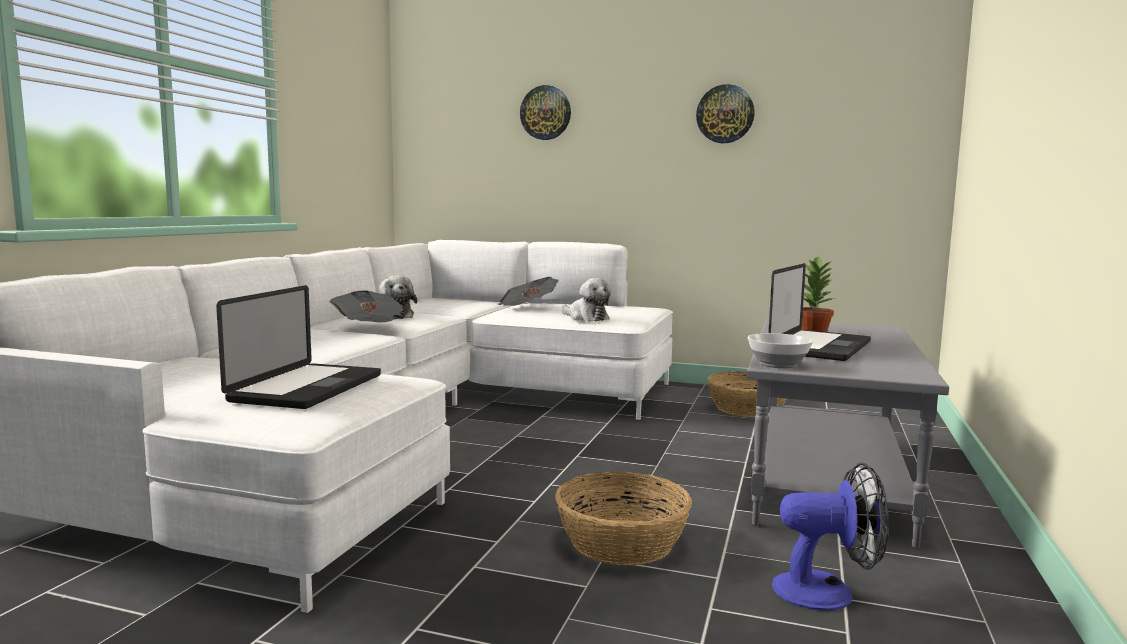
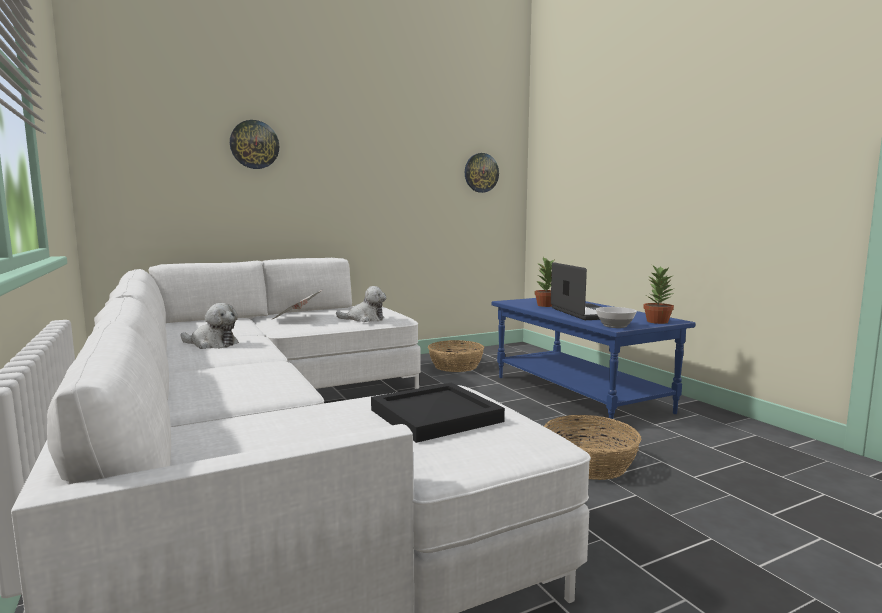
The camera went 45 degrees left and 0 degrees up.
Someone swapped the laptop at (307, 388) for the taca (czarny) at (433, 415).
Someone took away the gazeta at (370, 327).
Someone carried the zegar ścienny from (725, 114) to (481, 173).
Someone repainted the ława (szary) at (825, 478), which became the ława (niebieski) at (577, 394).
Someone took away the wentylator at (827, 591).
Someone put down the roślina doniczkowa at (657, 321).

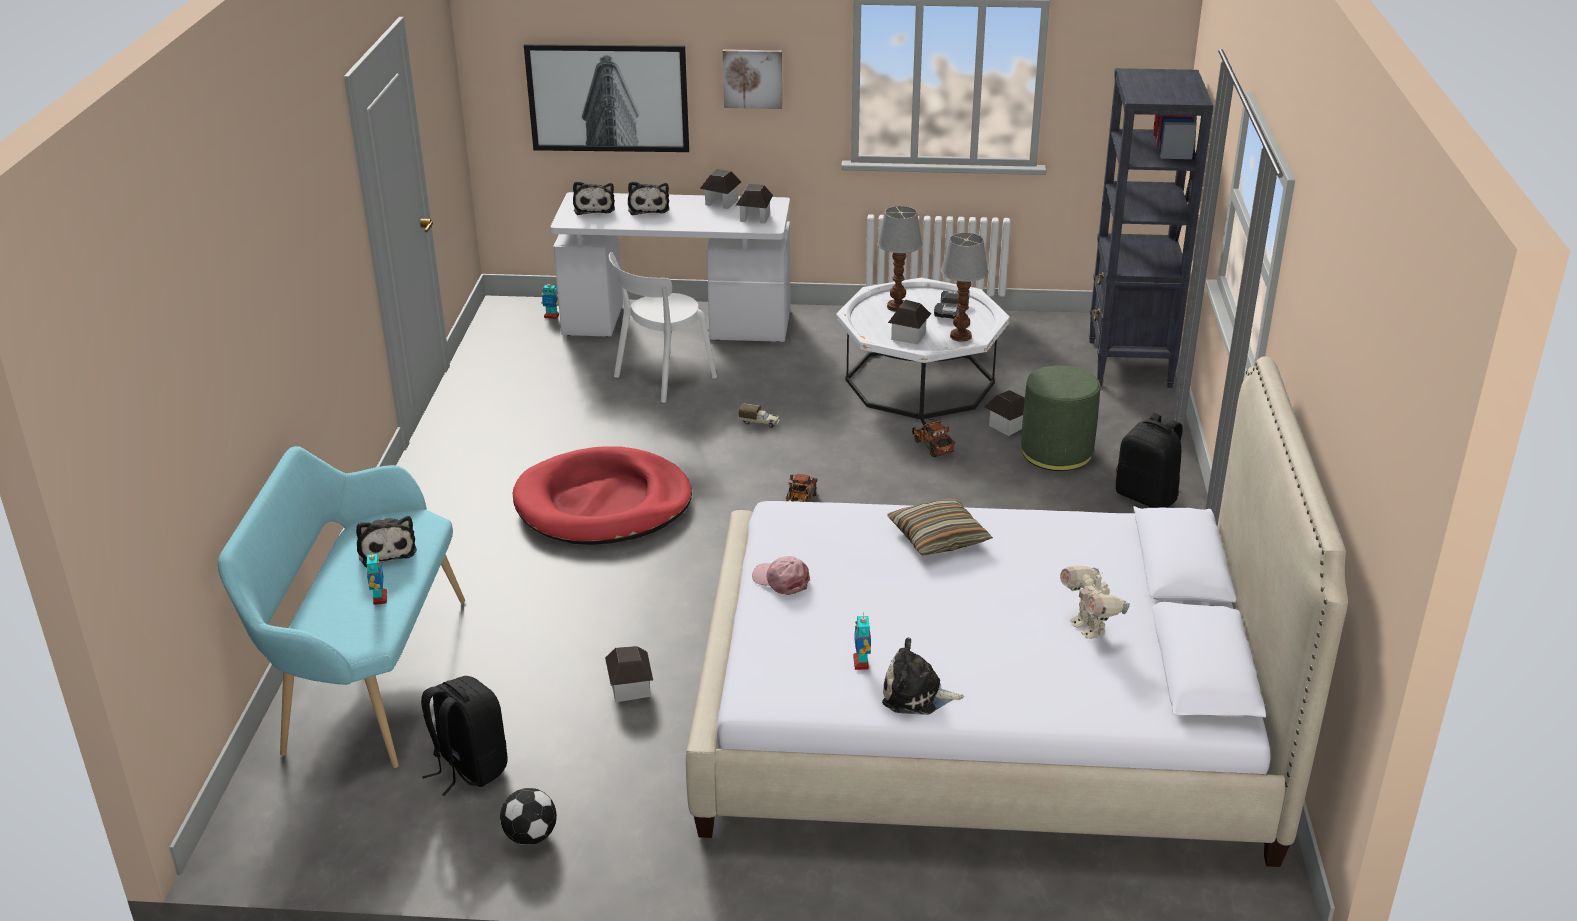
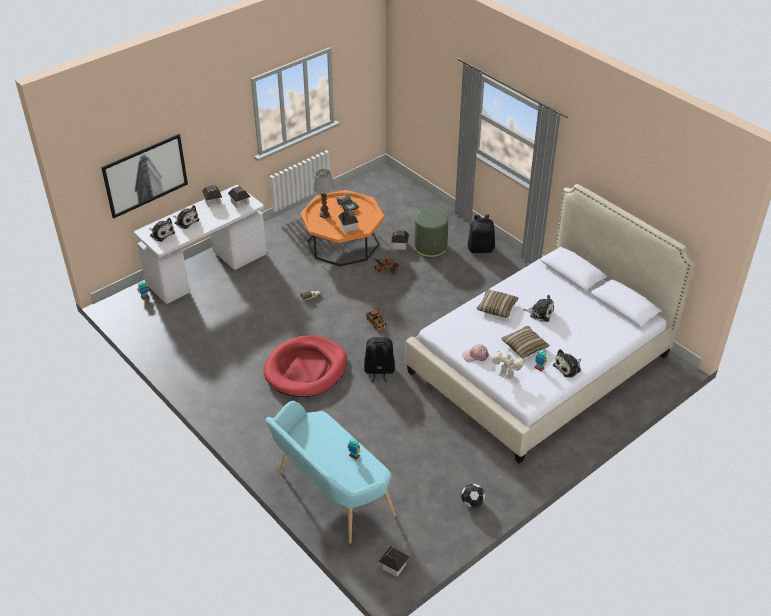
The camera went 45 degrees left and 10 degrees up.
Someone carried the pluszak from (386, 549) to (540, 313).
Someone carried the plecak (czarny) from (468, 768) to (379, 371).
Someone carried the domek from (630, 688) to (394, 566).
Someone took away the krzesło (biały) at (661, 378).
Someone took away the obraz at (752, 78).
Someone repainted the ława (biały) at (919, 381), which became the ława (pomarańczowy) at (343, 243).
Someone took away the lampa stołowa at (961, 336).
Someone carried the robot zabawkowy from (1089, 628) to (506, 374).
Someone took away the regał (czarny) at (1129, 364).
Someone put down the poduszka at (524, 346).

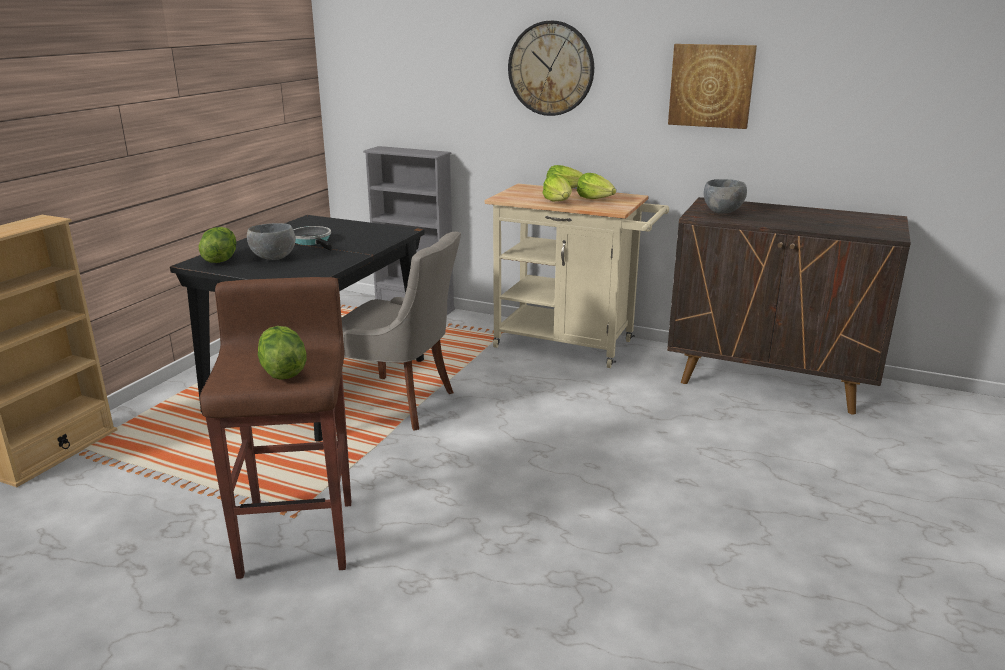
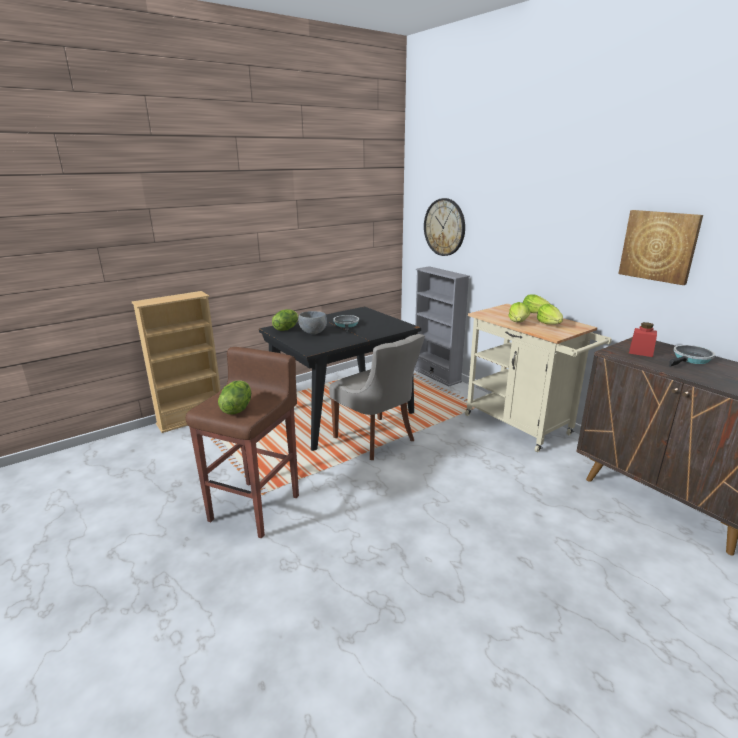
The camera went 30 degrees right and 0 degrees up.
Someone carried the zegar ścienny from (551, 68) to (444, 227).
Someone swapped the miska (szary) at (723, 212) for the słoik (czerwony) at (641, 352).
Someone put down the patelnia at (690, 359).

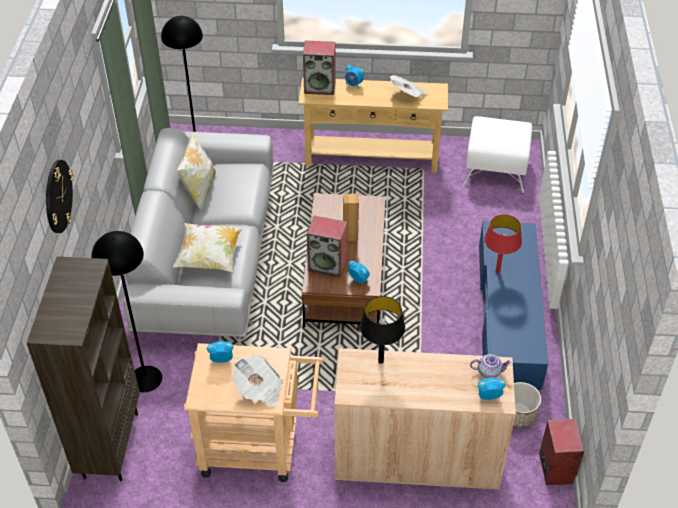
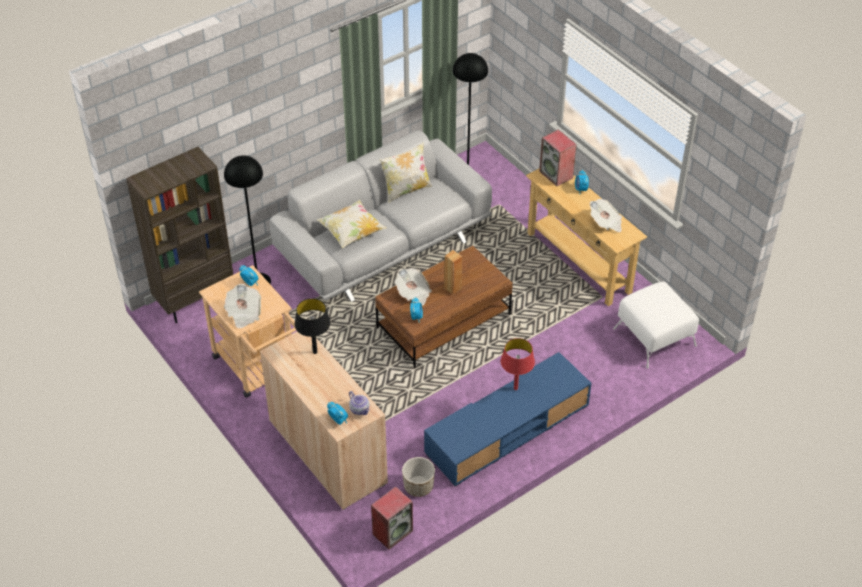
The camera went 50 degrees right and 0 degrees up.
Someone took away the zegar ścienny at (58, 196).
Someone swapped the głośnik at (328, 264) for the gazeta at (413, 293).

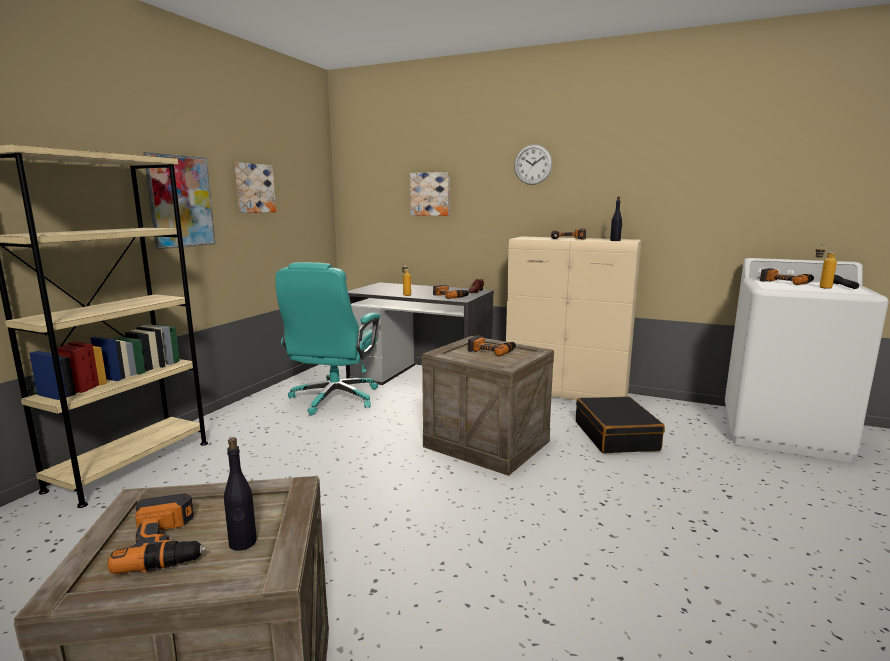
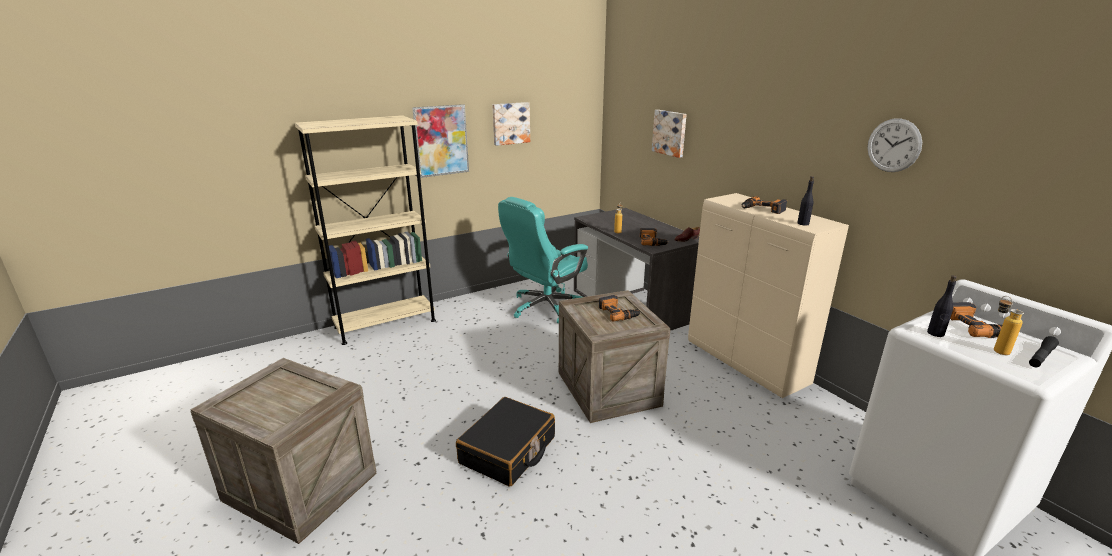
The camera went 35 degrees right and 10 degrees up.
Someone took away the wiertarka at (168, 543).
Someone carried the butelka (czarny) from (242, 543) to (935, 333).
Someone carried the zegar ścienny from (533, 164) to (893, 145).
Someone carried the walizka (czarny) from (616, 436) to (508, 451).

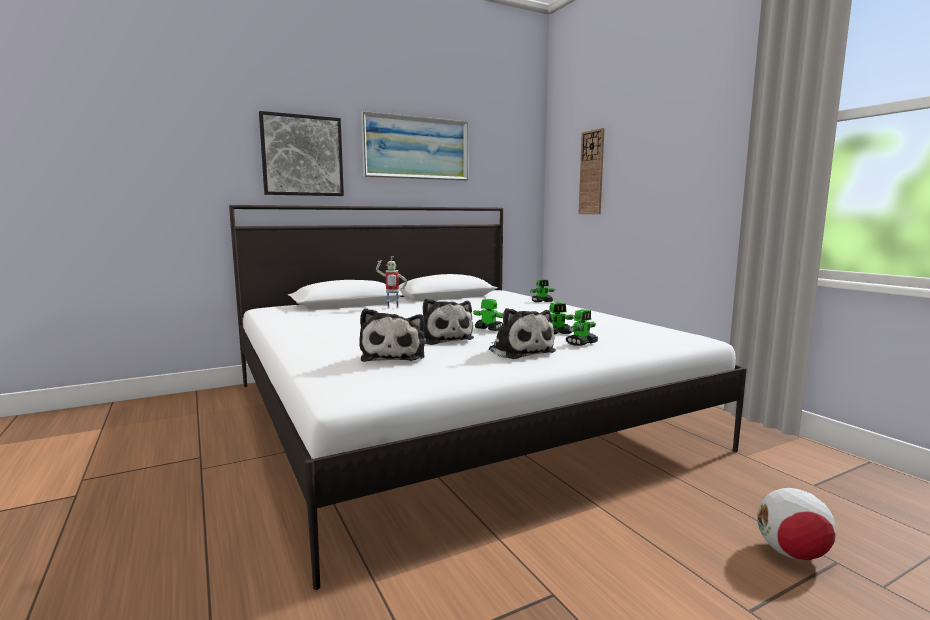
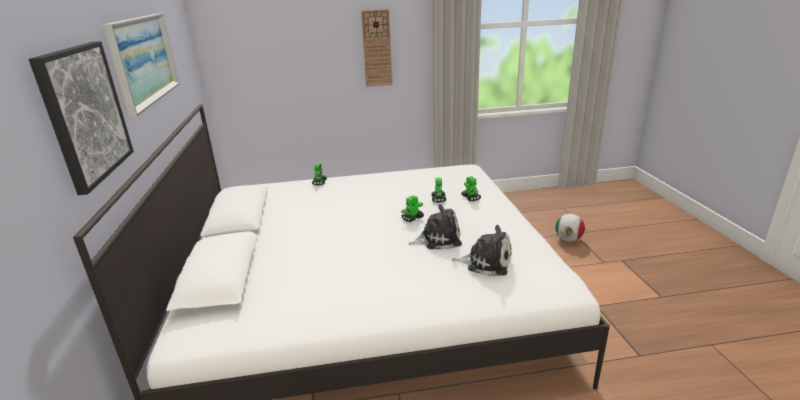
The camera went 70 degrees left and 15 degrees up.
Someone took away the robot zabawkowy at (392, 308).
Someone took away the pluszak at (519, 351).
Someone carried the zegar ścienny from (591, 172) to (377, 48).

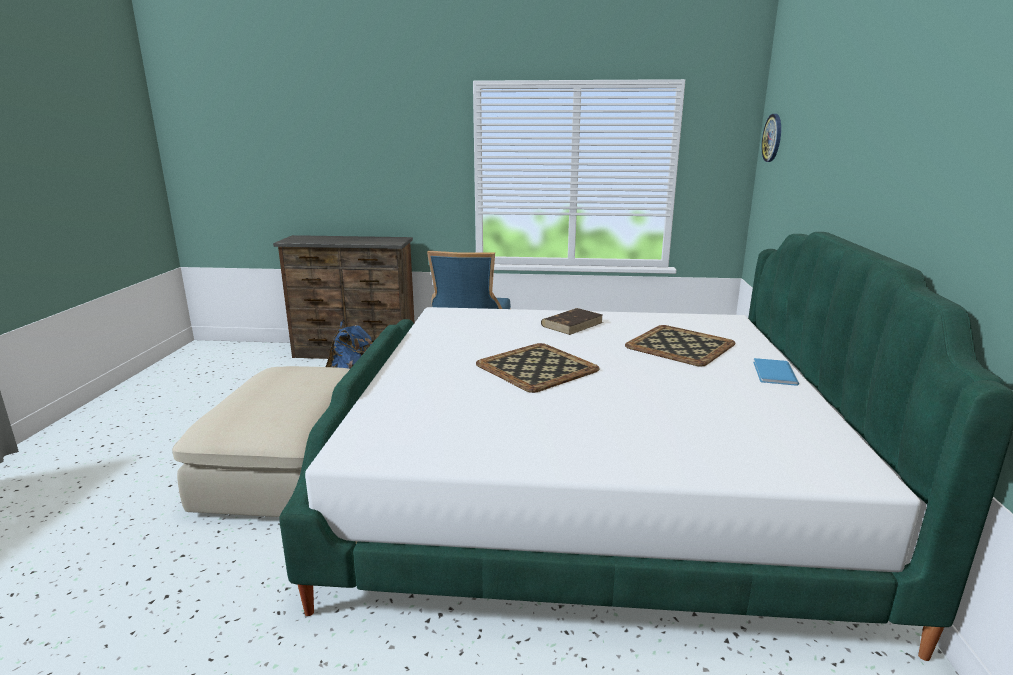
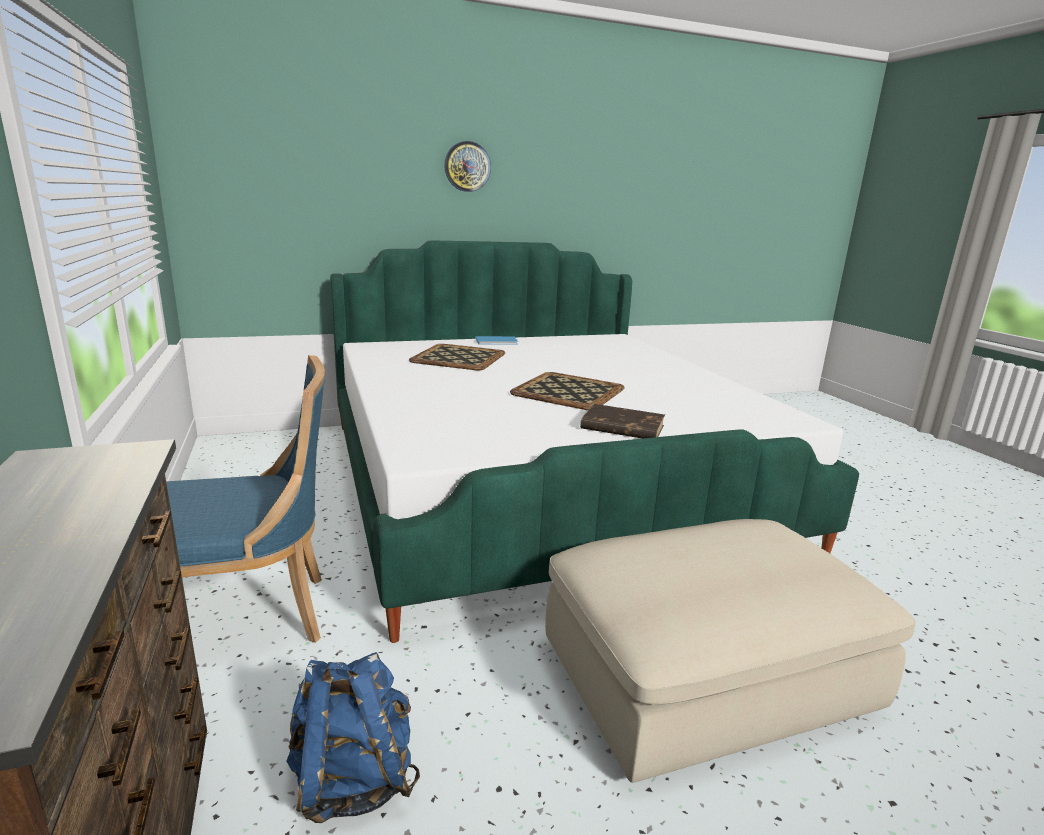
The camera went 115 degrees left and 0 degrees up.
Someone carried the książka (brązowy) from (572, 324) to (621, 427).
Someone carried the zegar ścienny from (772, 138) to (467, 166).

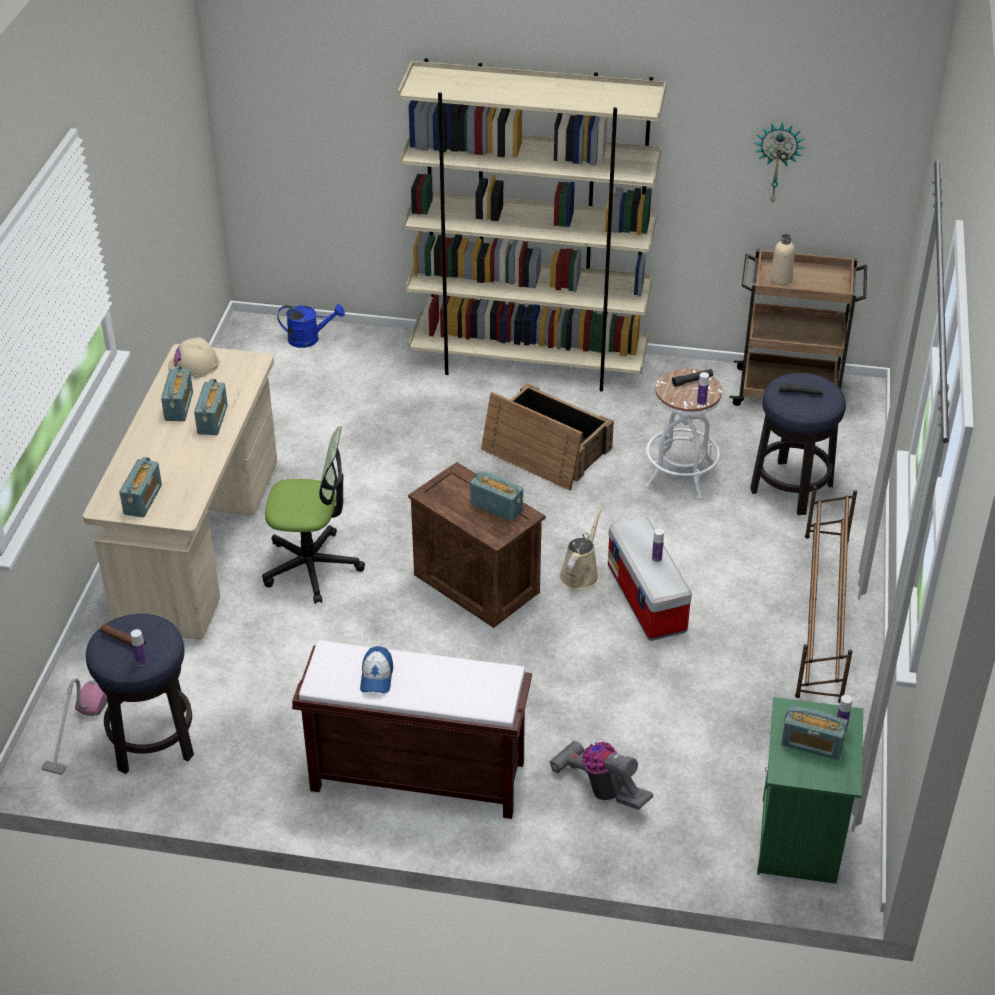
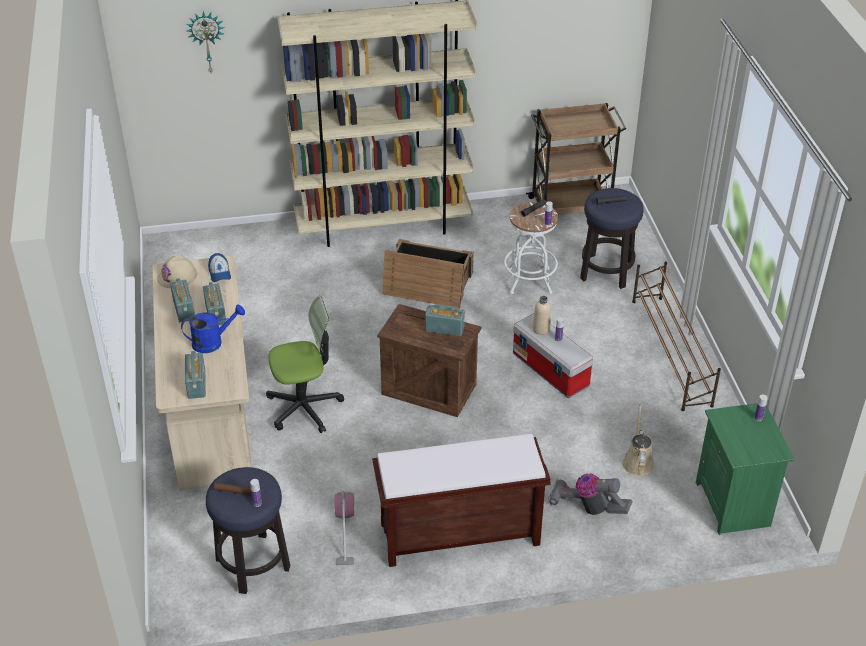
The camera went 20 degrees left and 0 degrees up.
Someone carried the odkurzacz from (77, 731) to (344, 531).
Someone carried the konewka (niebieski) from (309, 339) to (213, 342).
Someone carried the czapka z daszkiem from (376, 677) to (219, 273).
Someone carried the konewka (beżowy) from (580, 573) to (637, 461).
Someone carried the zegar ścienny from (777, 161) to (207, 41).
Someone carried the butelka (beżowy) from (780, 280) to (541, 329).
Someone took away the radio at (812, 744).

